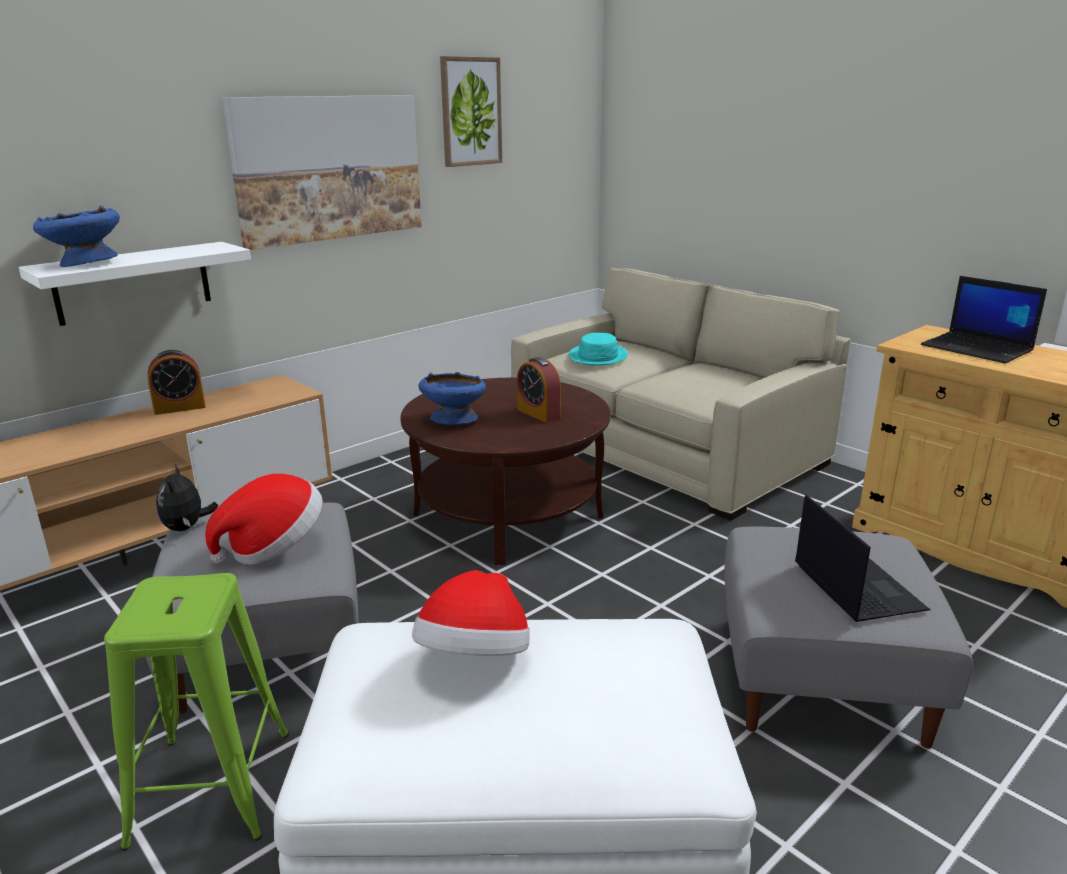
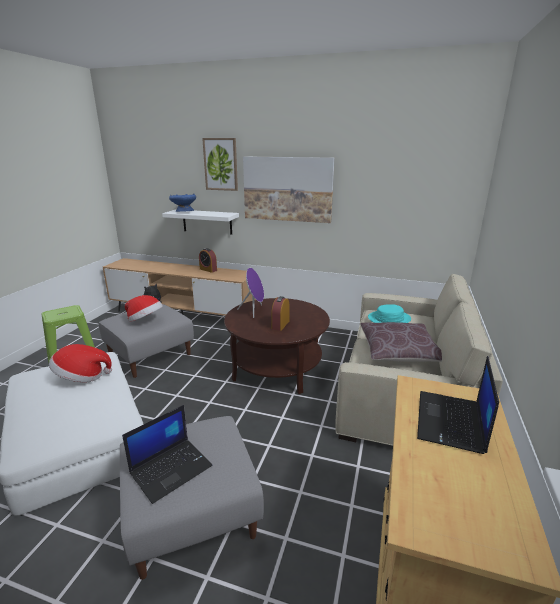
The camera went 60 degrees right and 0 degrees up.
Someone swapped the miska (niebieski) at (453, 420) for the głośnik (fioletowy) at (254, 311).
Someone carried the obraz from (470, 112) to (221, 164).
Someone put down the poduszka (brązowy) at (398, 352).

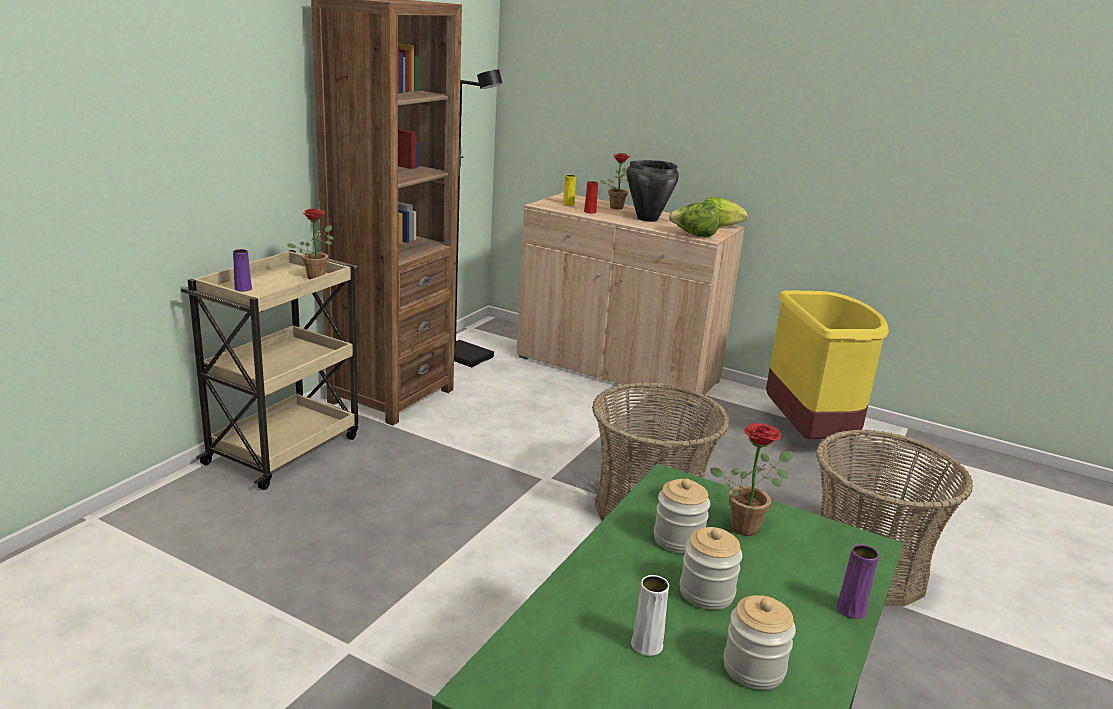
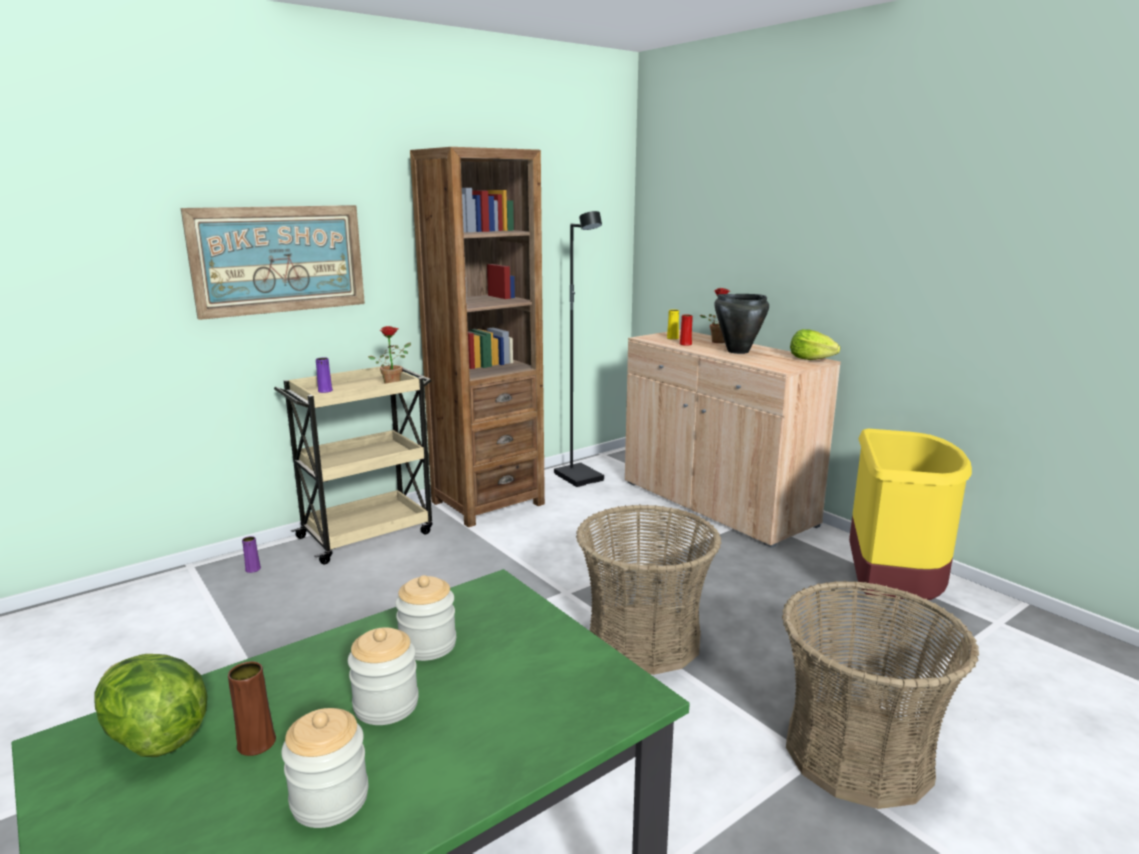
The camera went 25 degrees right and 5 degrees down.
Someone repainted the wazon (biały) at (646, 645), which became the wazon (brązowy) at (256, 743).
Someone carried the sałata from (694, 236) to (154, 736).
Someone took away the roślina doniczkowa at (747, 525).
Someone carried the wazon (fioletowy) from (851, 609) to (253, 569).
Someone put up the obraz at (279, 259).

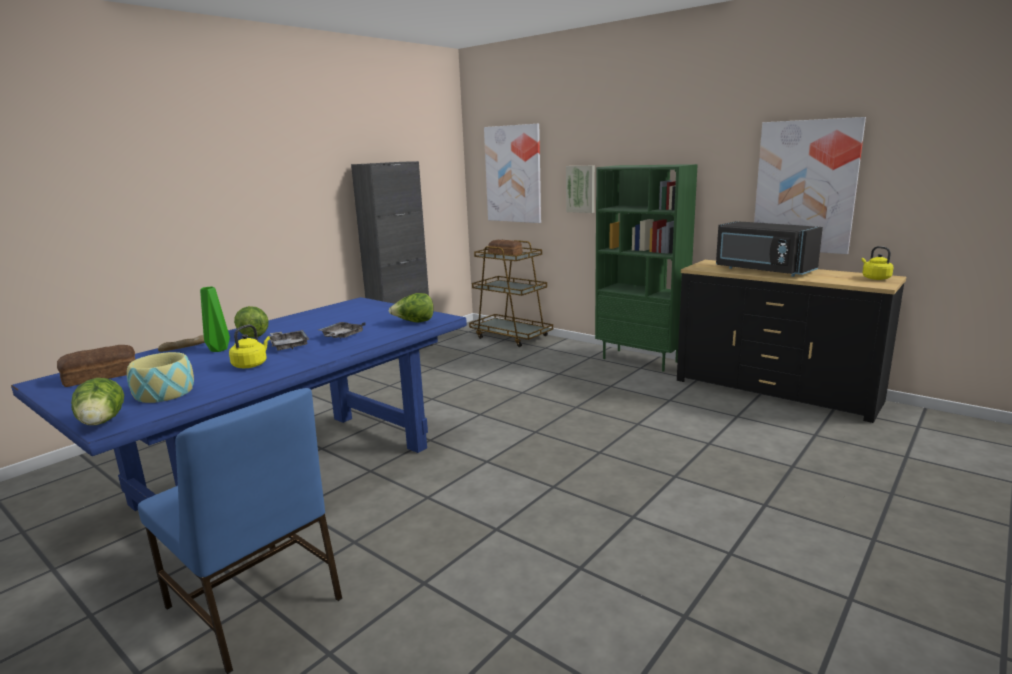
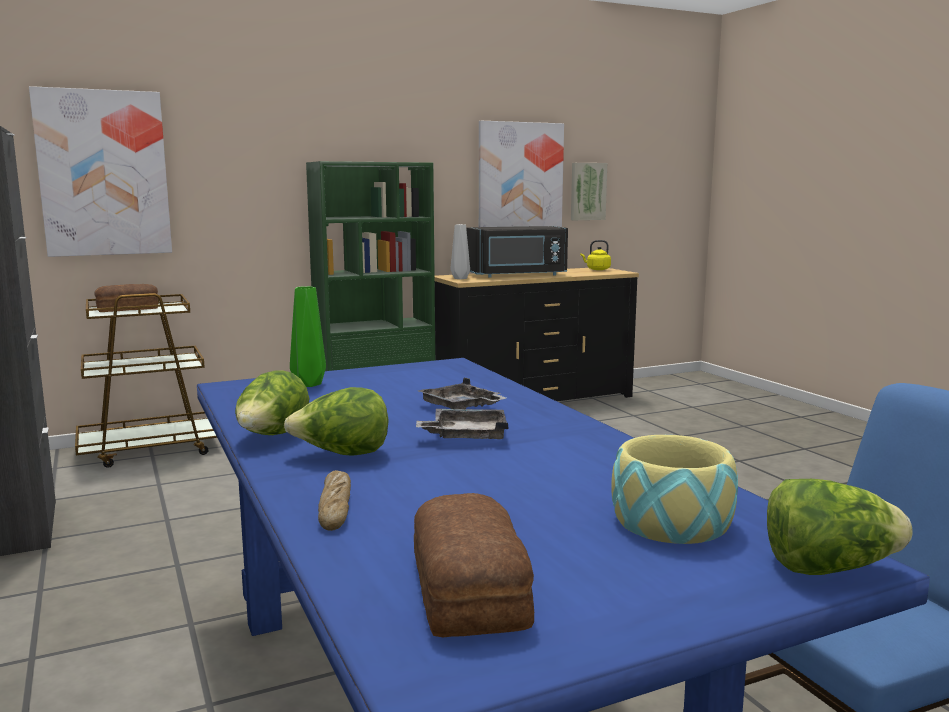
The camera went 65 degrees left and 5 degrees down.
Someone carried the wazon (zielony) from (220, 349) to (309, 384).
Someone took away the czajnik (żółty) at (251, 365).
Someone carried the sałata from (414, 322) to (272, 436).
Someone carried the obraz from (581, 189) to (587, 191).
Someone put down the wazon (szary) at (461, 278).

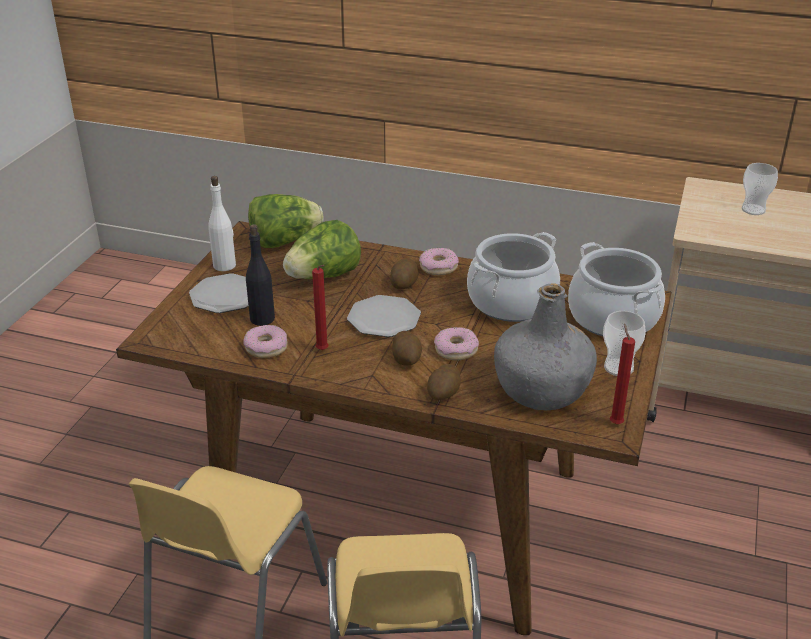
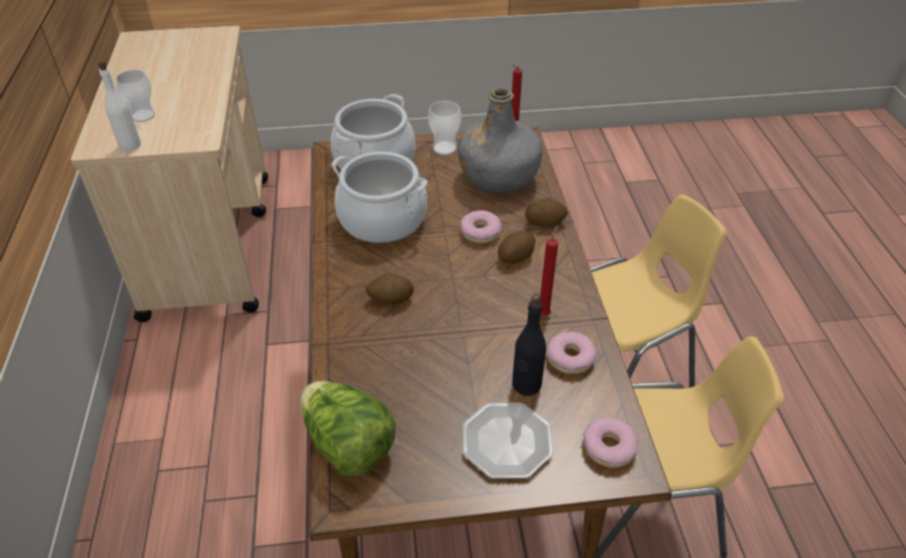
The camera went 115 degrees left and 10 degrees up.
Someone carried the butelka (biały) from (225, 265) to (129, 145).
Someone took away the sałata at (324, 276).
Someone took away the talerz at (384, 319).
Someone carried the donut from (438, 267) to (609, 447).

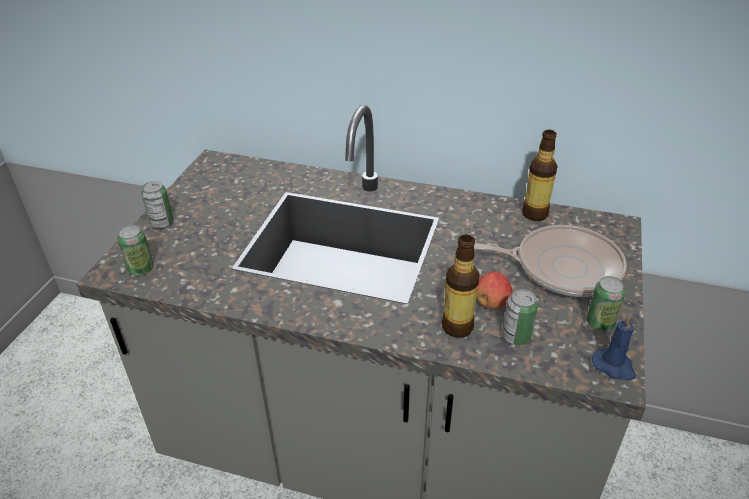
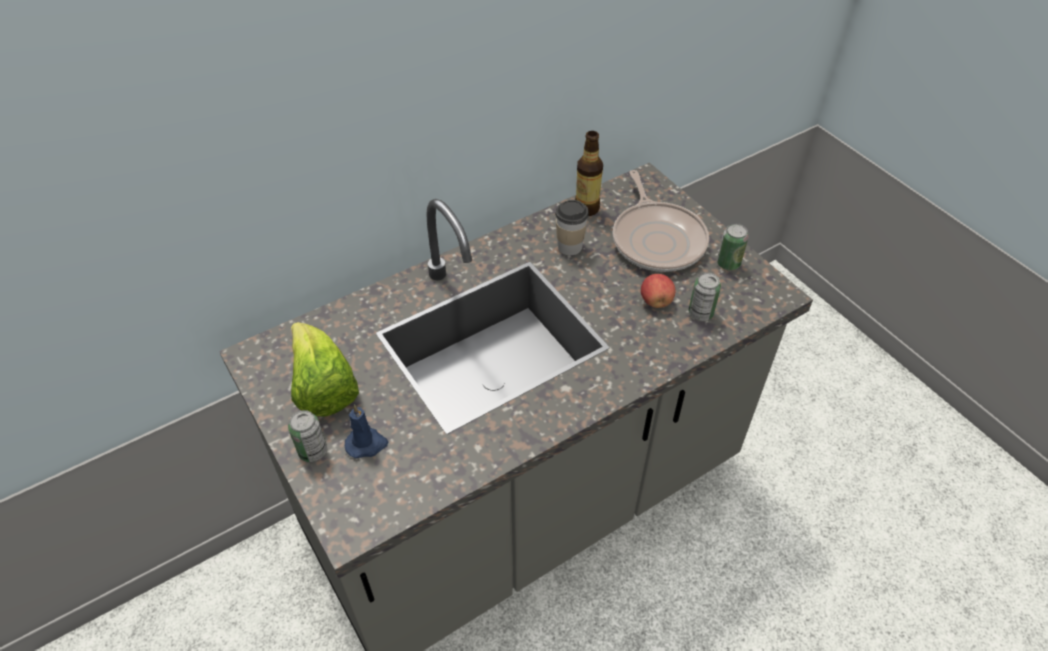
The camera went 50 degrees left and 10 degrees up.
Someone took away the puszka at (141, 269).
Someone took away the butelka at (457, 327).
Someone rotated the patelnia at (562, 267) by 120 degrees clockwise.
Someone carried the świeca (niebieski) from (614, 366) to (367, 444).
Someone put down the sałata at (323, 388).
Someone put down the filiżanka at (570, 246).

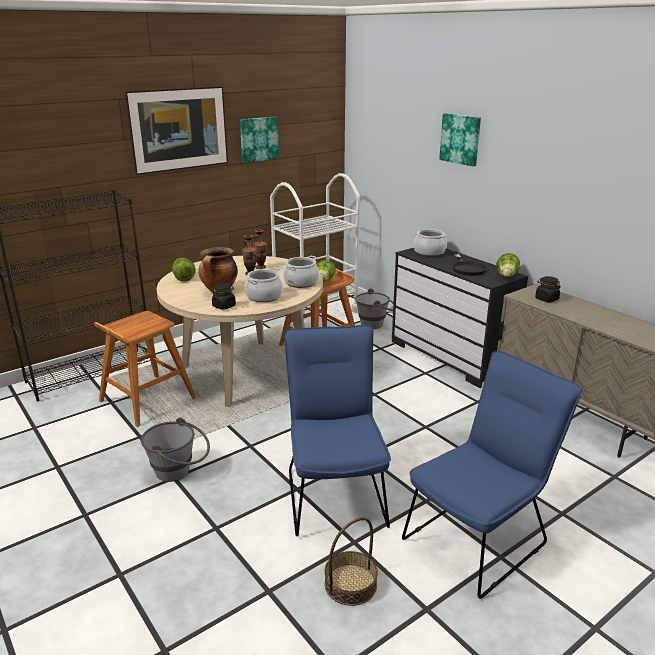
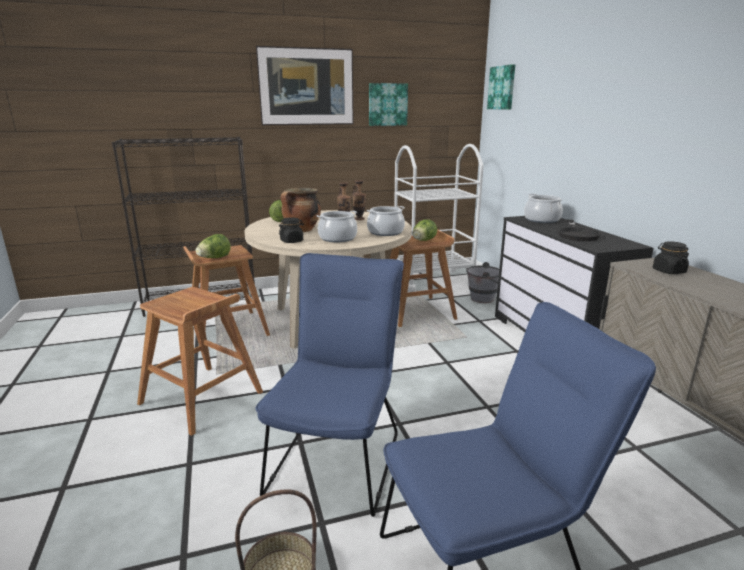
The camera went 20 degrees right and 5 degrees down.
Someone swapped the wiadro (szary) at (179, 472) for the stołek (brązowy) at (202, 398).
Someone carried the obraz from (461, 139) to (502, 88).
Someone carried the sałata from (506, 277) to (214, 258).

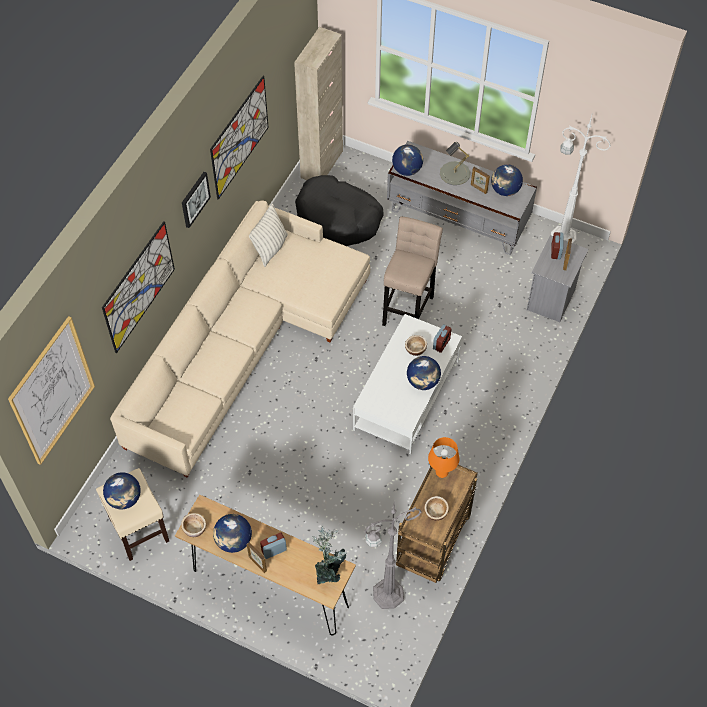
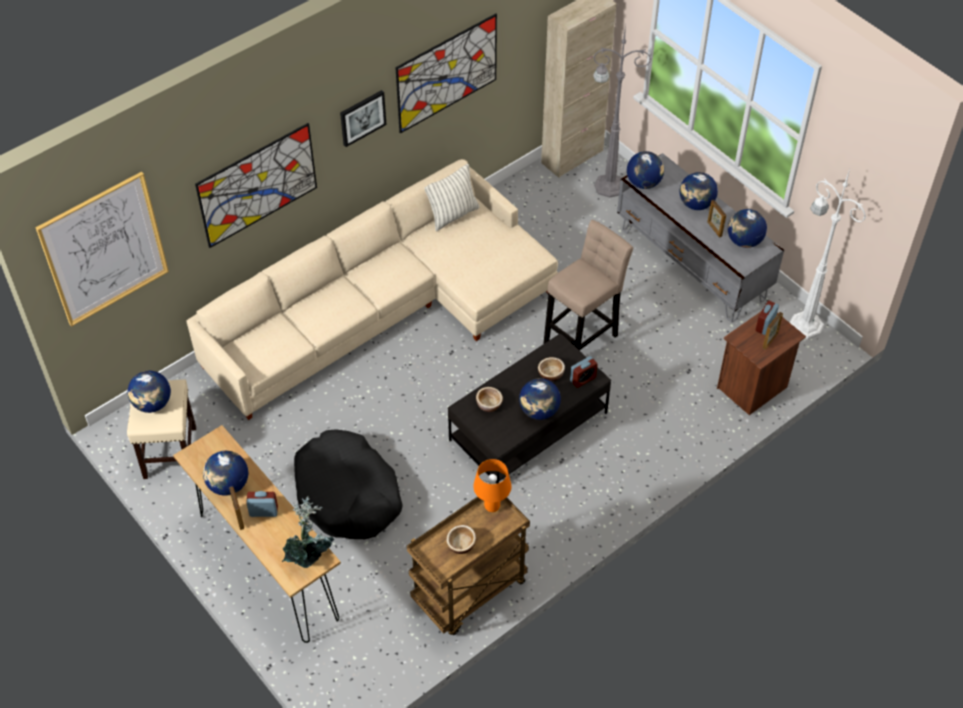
The camera went 25 degrees right and 5 degrees down.
Someone carried the miska from (194, 528) to (489, 404).
Someone carried the legowisko (czarny) from (338, 218) to (348, 494).
Someone repainted the ława (biały) at (406, 395), which became the ława (czarny) at (528, 426).
Someone carried the lampa stojąca (szary) from (386, 594) to (607, 186).
Someone swapped the lampa stołowa (szary) at (455, 173) for the globus at (696, 204).
Someone repainted the szafka nocna (szary) at (551, 300), which became the szafka nocna (brązowy) at (753, 388).

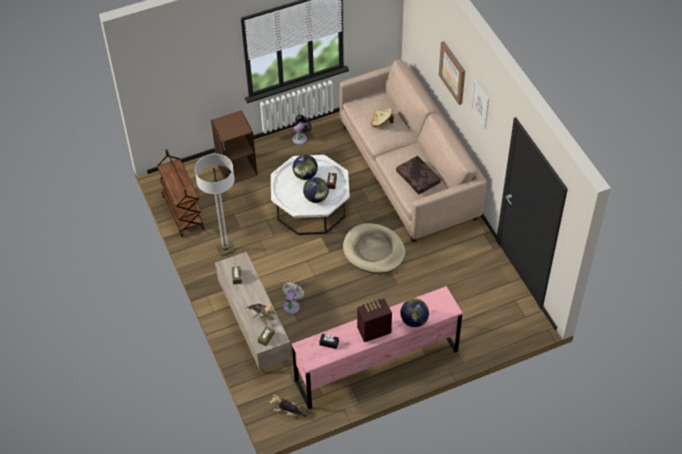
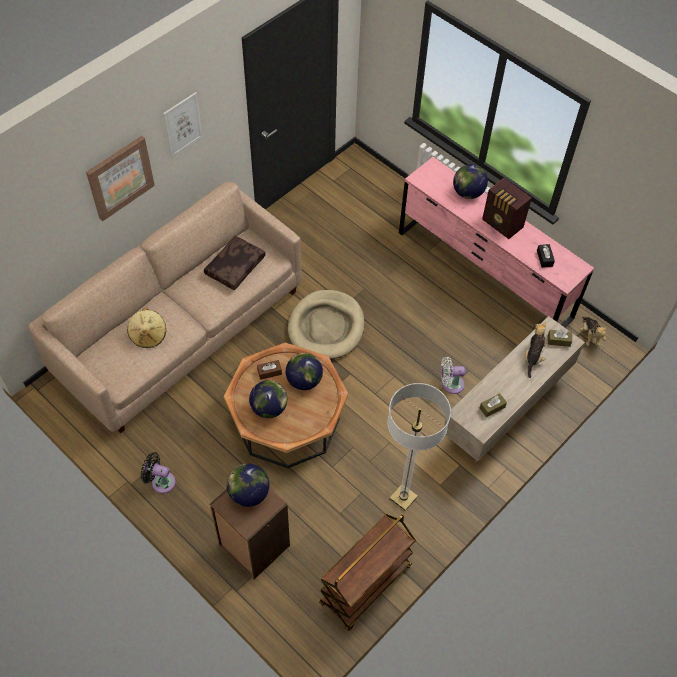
The camera went 115 degrees left and 5 degrees up.
Someone repainted the ława (biały) at (311, 208), which became the ława (brązowy) at (287, 420).
Someone put down the globus at (249, 494).

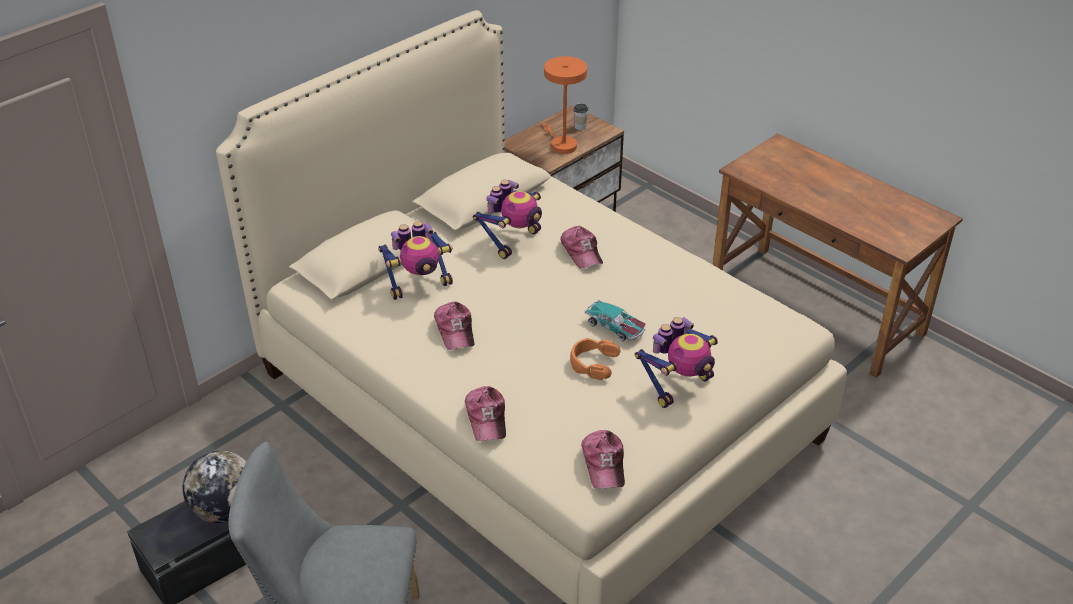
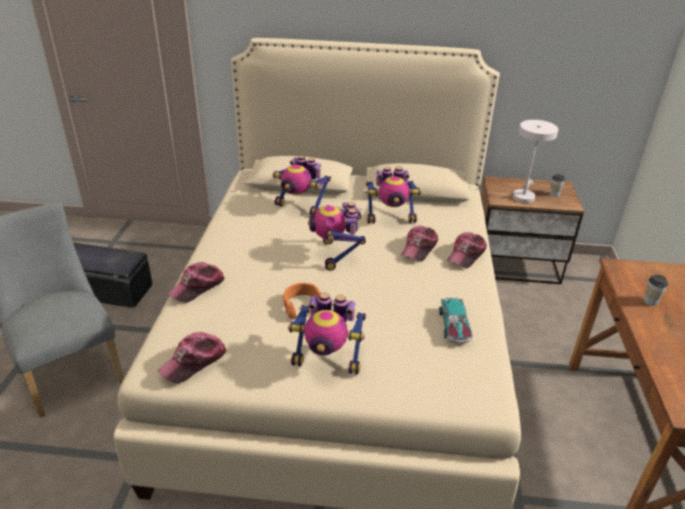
The camera went 50 degrees right and 5 degrees down.
Someone took away the globus at (225, 510).
Someone carried the czapka z daszkiem from (455, 331) to (466, 255).
Someone repainted the lampa stołowa (pomarańczowy) at (561, 144), which became the lampa stołowa (biały) at (523, 196).
Someone carried the samochodzik from (615, 327) to (454, 327).
Someone put down the robot zabawkowy at (336, 255).
Someone put down the filiżanka at (650, 301).

